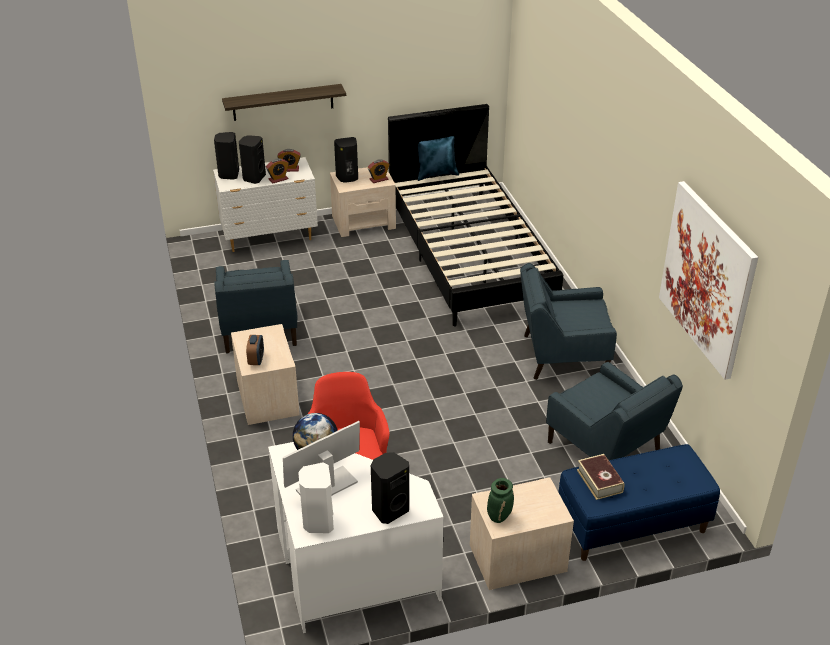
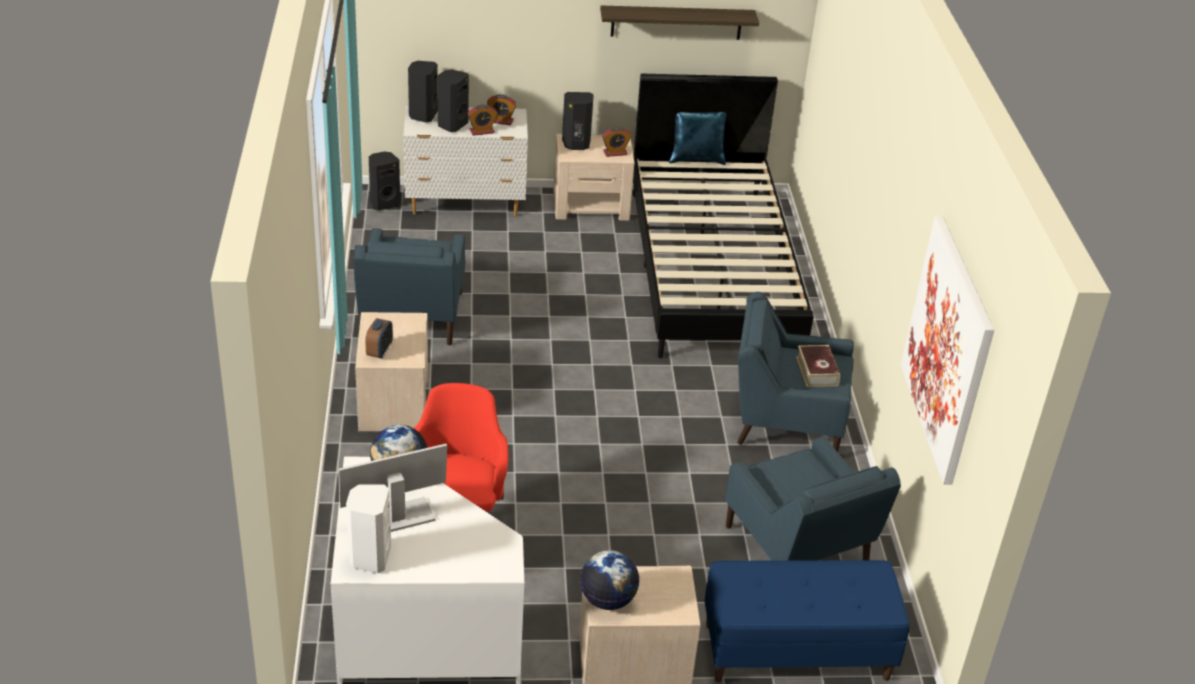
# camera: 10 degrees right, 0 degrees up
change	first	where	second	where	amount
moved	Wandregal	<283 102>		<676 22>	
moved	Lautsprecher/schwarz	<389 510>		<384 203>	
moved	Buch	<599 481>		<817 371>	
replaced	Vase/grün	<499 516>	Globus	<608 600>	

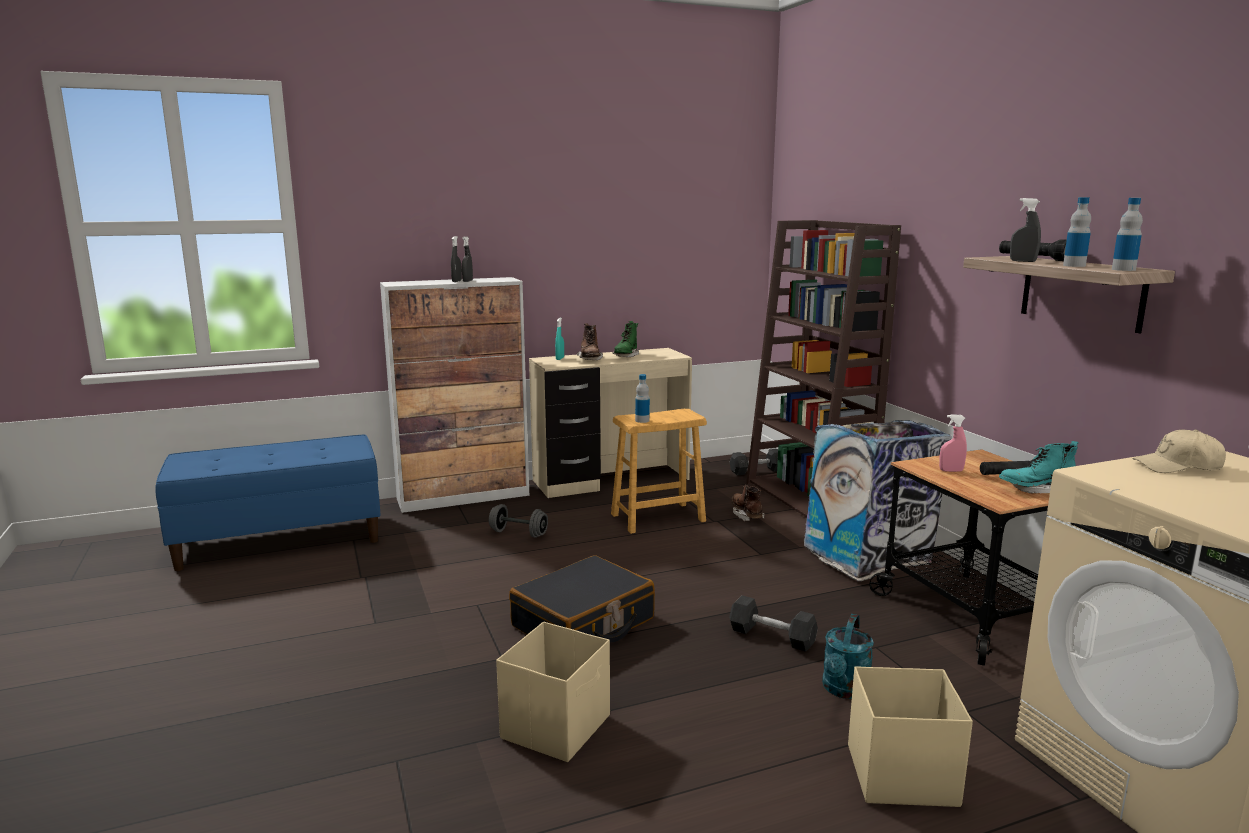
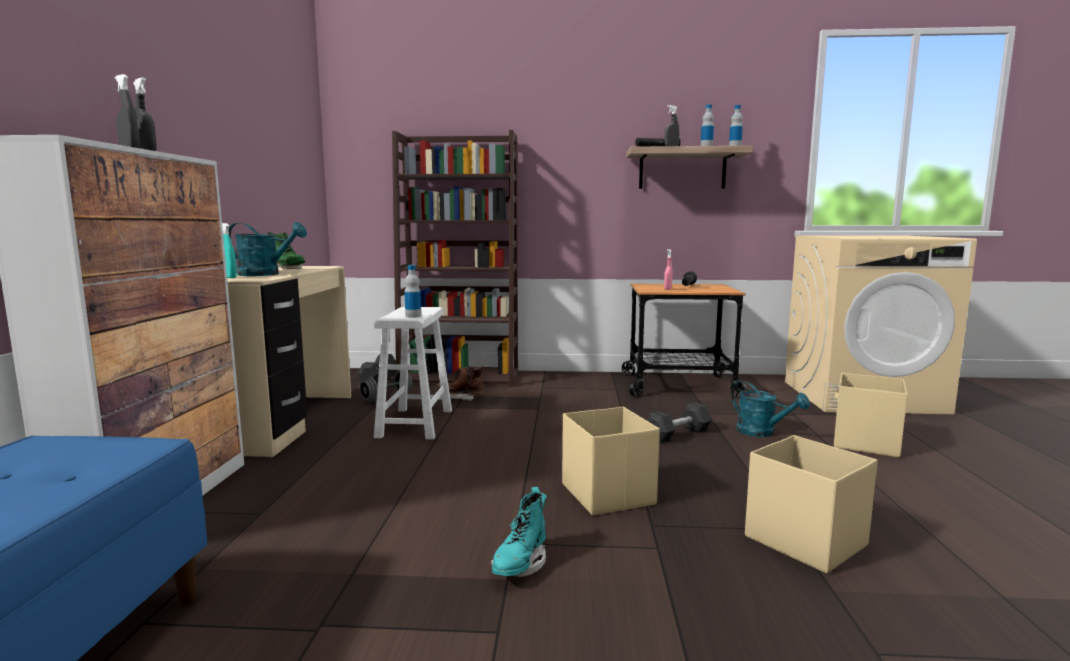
# camera: 65 degrees left, 5 degrees down
change	first	where	second	where	amount
replaced	Stiefel/braun	<590 359>	Gießkanne/türkis	<266 274>	
recoloured	Hocker/braun	<658 518>	Hocker/weiß	<415 423>	
removed	Mülleimer	<868 557>			
removed	Kappe/beige	<1178 466>			
moved	Stiefel/türkis	<1035 490>		<520 565>	
moved	Hantel/grau	<518 533>		<387 397>	
replaced	Koffer/schwarz	<583 623>	Aufbewahrungsbox/beige	<607 493>	

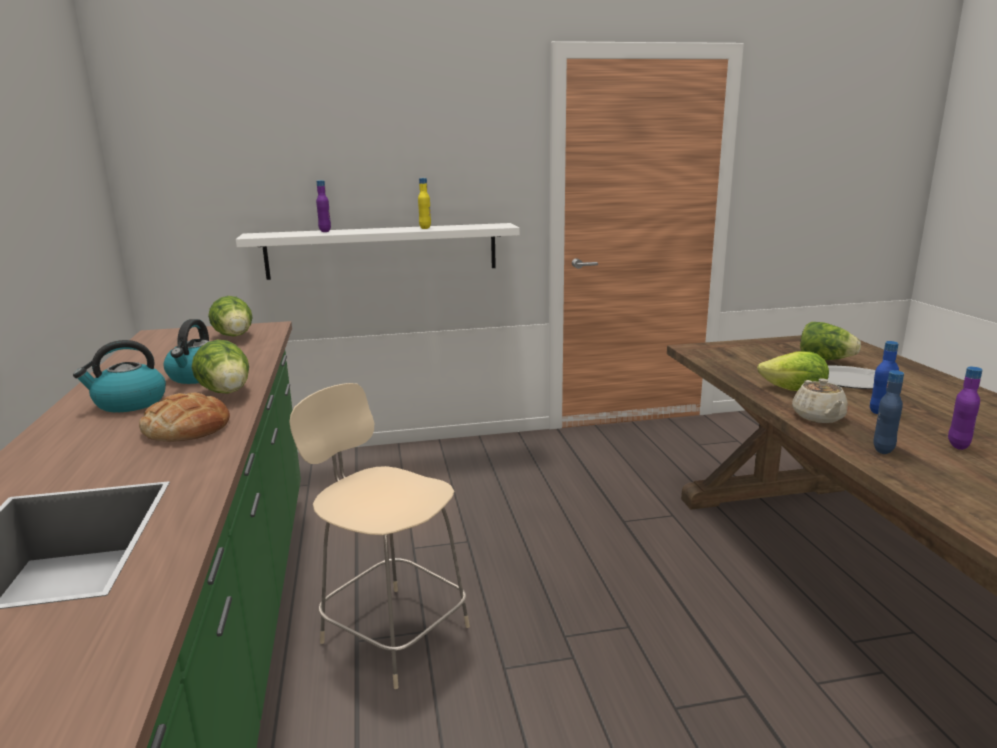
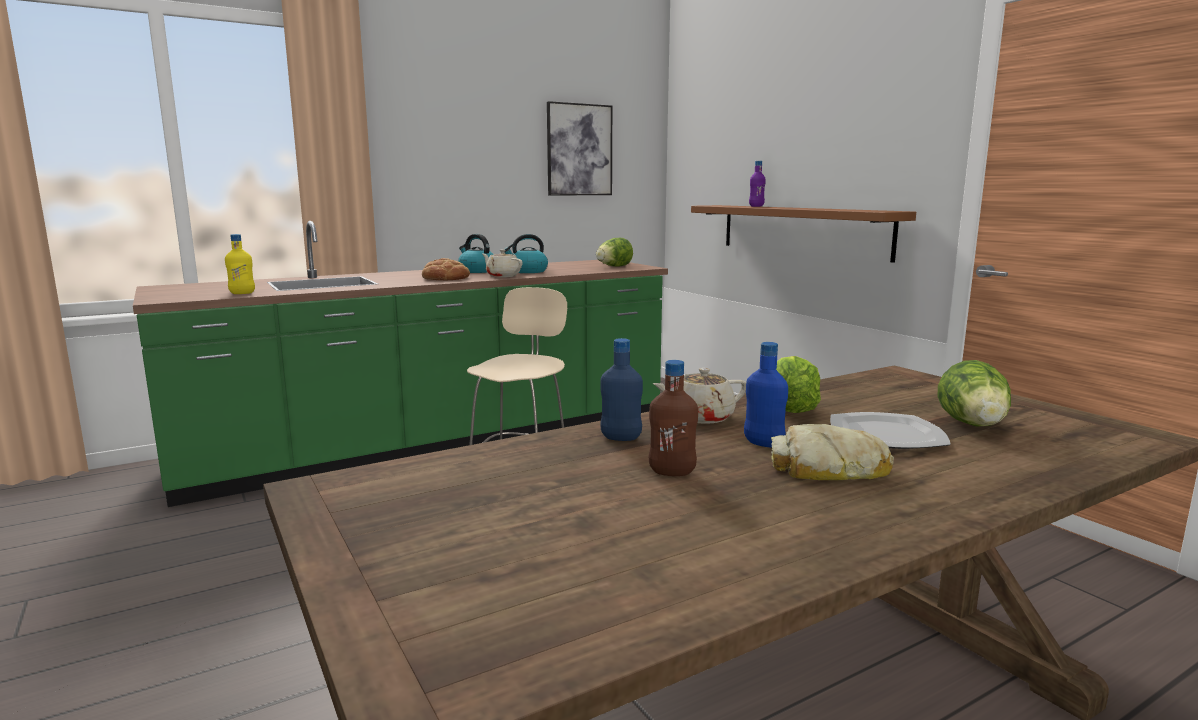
# camera: 70 degrees right, 5 degrees down
change	first	where	second	where	amount
moved	Flasche/gelb	<425 228>		<242 293>	
recoloured	Wandregal/weiß	<382 251>	Wandregal/braun	<801 230>	
replaced	Salatkopf	<227 393>	Teekanne/beige	<502 276>	
recoloured	Flasche/lila	<958 445>	Flasche/braun	<672 472>	
added			Bild	<579 150>	
added			Brot	<828 469>	

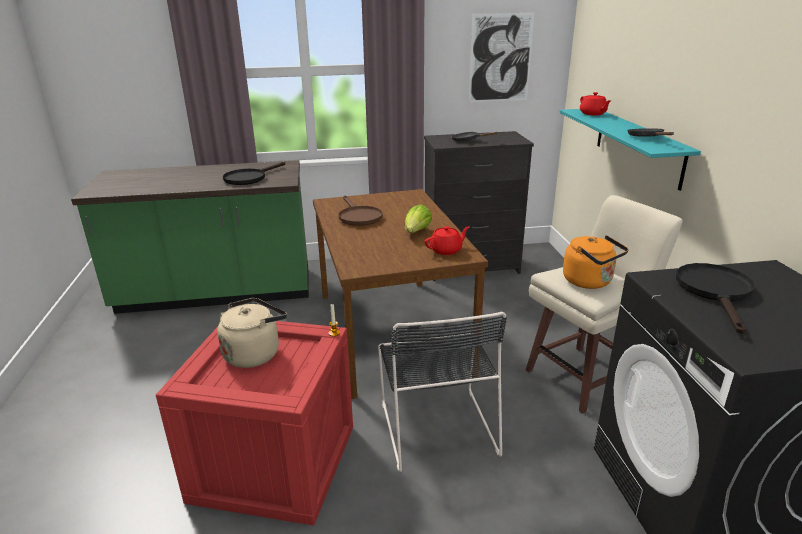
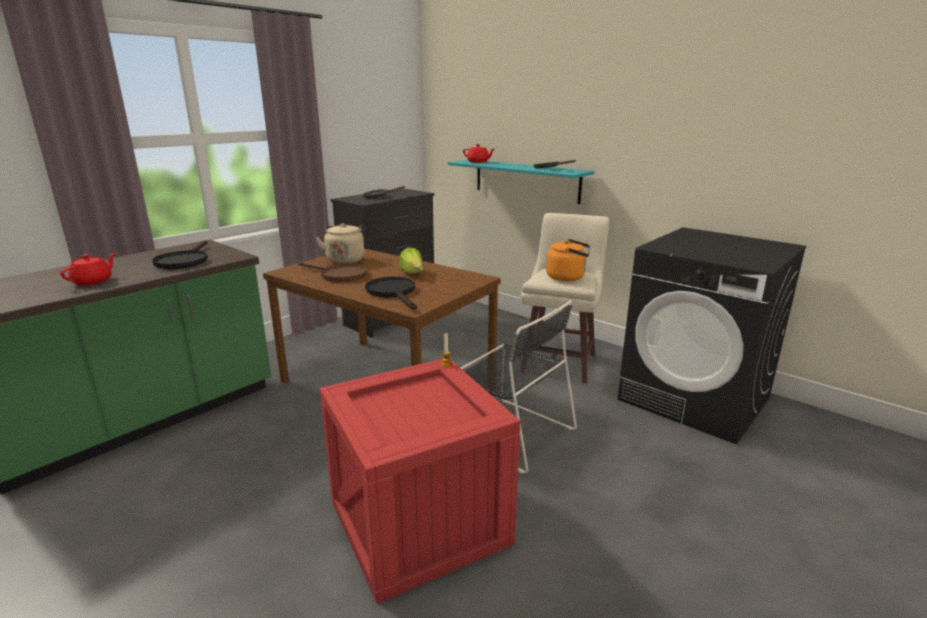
# camera: 40 degrees left, 5 degrees down
change	first	where	second	where	amount
removed	Bild	<500 58>			
moved	Teekanne/rot	<446 250>		<93 281>	
moved	Pfanne/schwarz	<716 292>		<393 293>	
moved	Wasserkessel/beige	<254 353>		<345 259>	

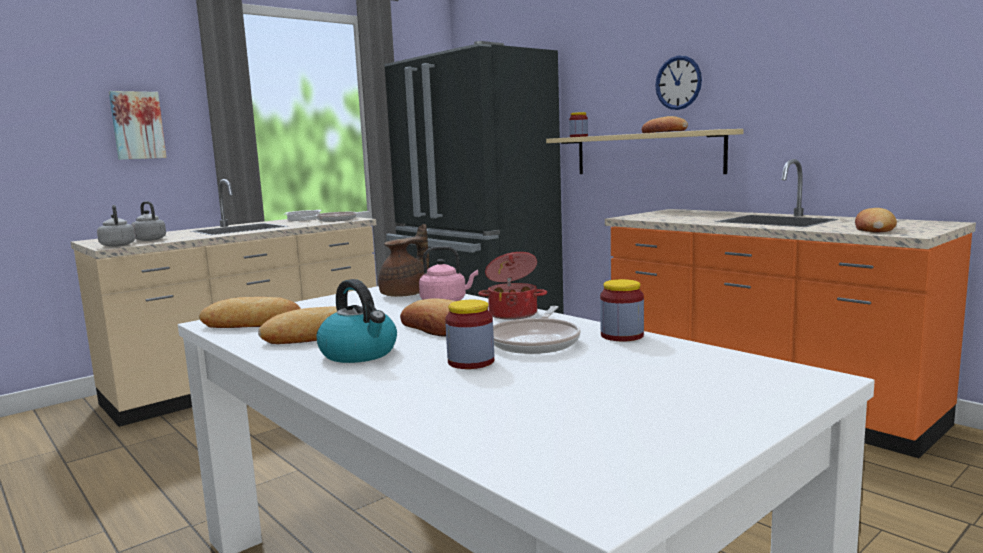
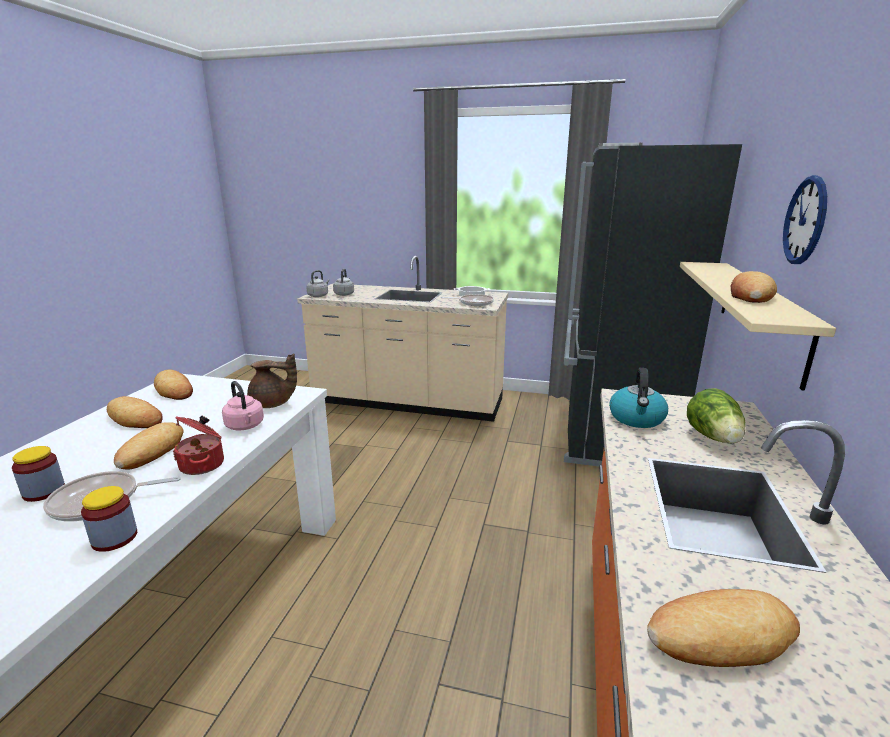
# camera: 55 degrees right, 10 degrees up
change	first	where	second	where	amount
removed	Bild	<137 125>			
removed	Vorratsglas	<578 136>			
moved	Wasserkessel	<360 353>		<637 419>	
added			Salatkopf	<714 438>	

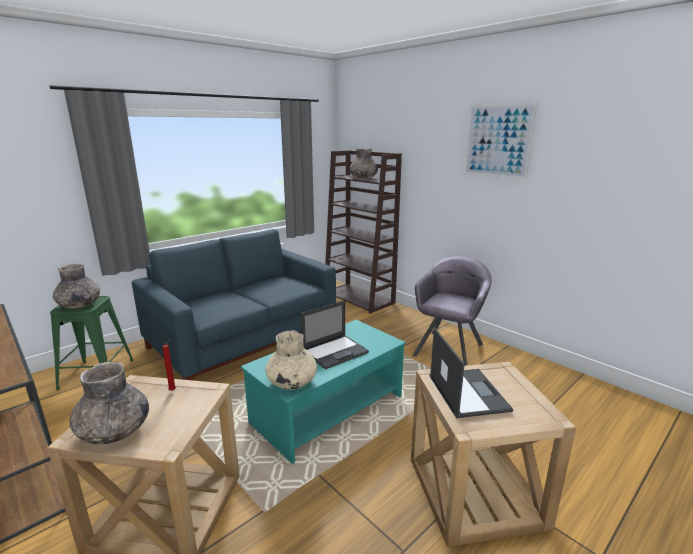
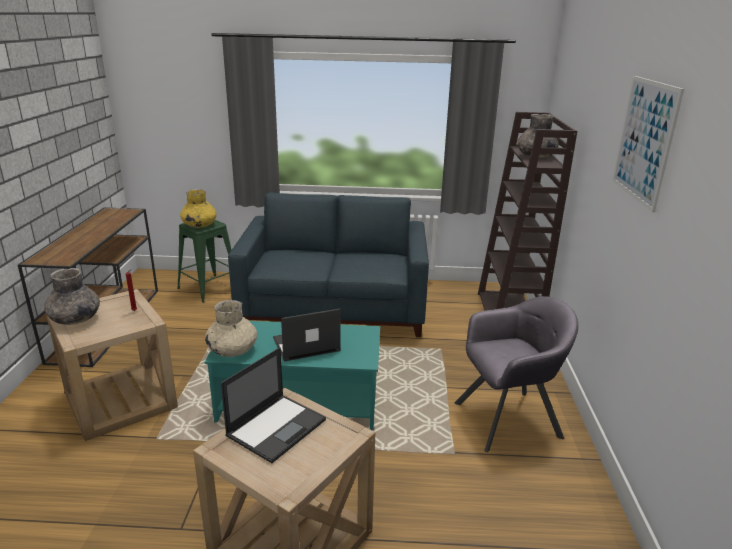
# camera: 45 degrees right, 5 degrees up
change	first	where	second	where	amount
recoloured	Vase/grau	<79 305>	Vase/gelb	<199 225>	
turned	Laptop	<335 351>		<305 345>	150 degrees clockwise

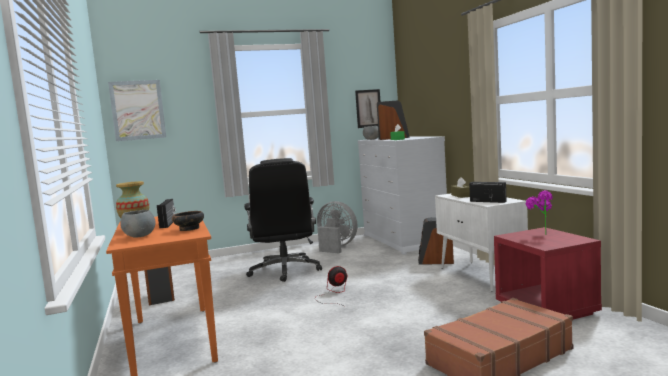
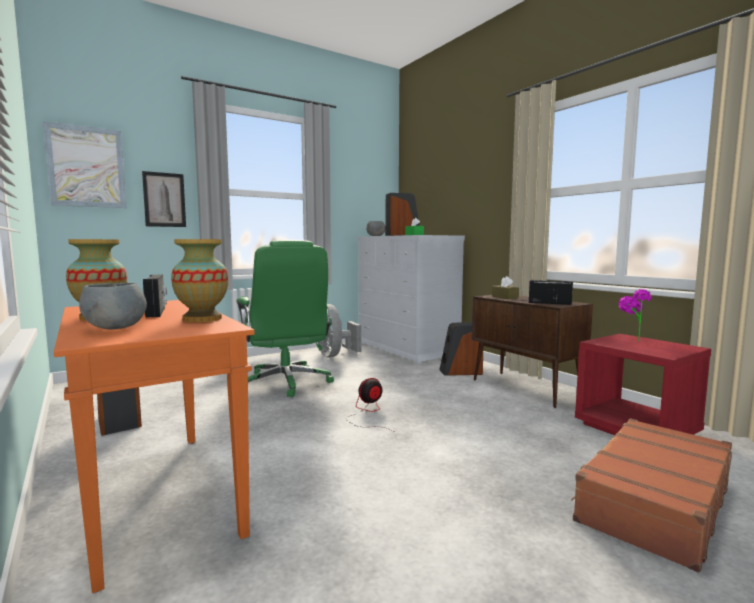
# camera: 15 degrees left, 0 degrees up
change	first	where	second	where	amount
moved	Bild	<368 108>		<164 200>	
recoloured	Bürostuhl/schwarz	<285 271>	Bürostuhl/grün	<286 383>	
recoloured	Schrank/weiß	<481 276>	Schrank/braun	<526 389>	
turned	Ventilator/grau	<336 247>		<334 355>	135 degrees counterclockwise
replaced	Schüssel	<189 229>	Vase	<202 319>	

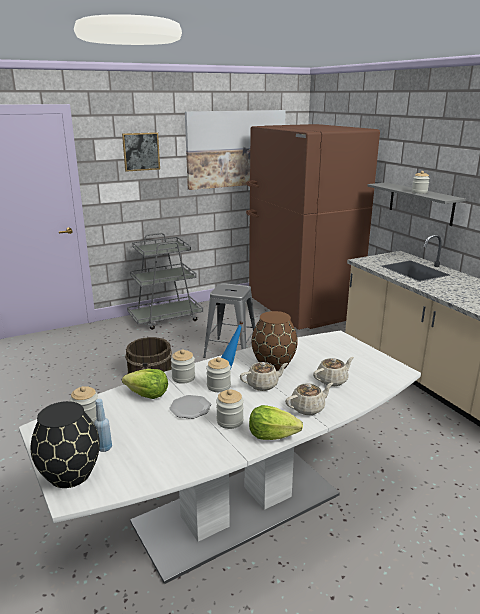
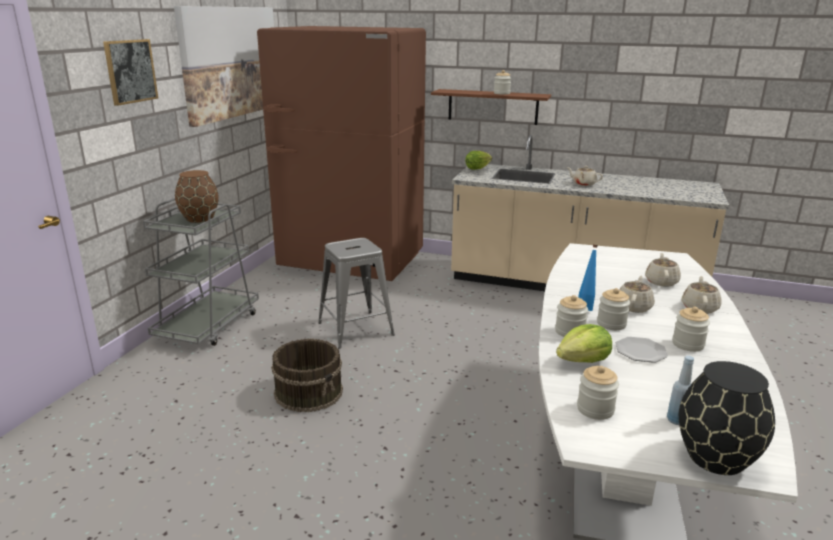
# camera: 45 degrees left, 0 degrees up
change	first	where	second	where	amount
recoloured	Wandregal/grau	<420 203>	Wandregal/braun	<492 106>	
moved	Vase/braun	<274 364>		<200 218>	
moved	Salatkopf	<272 435>		<477 168>	
added			Teekanne/beige	<583 184>	

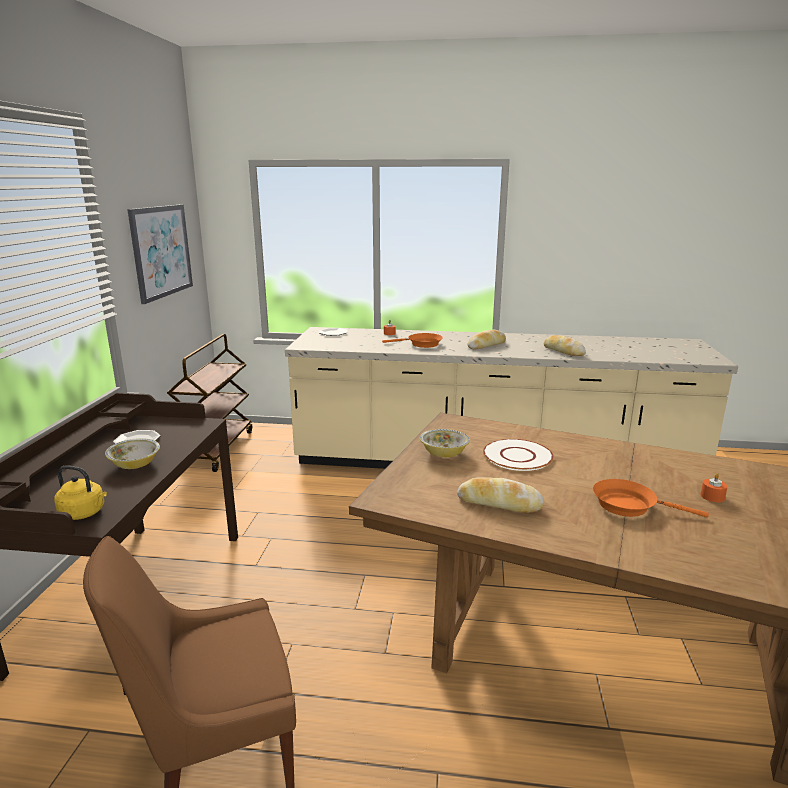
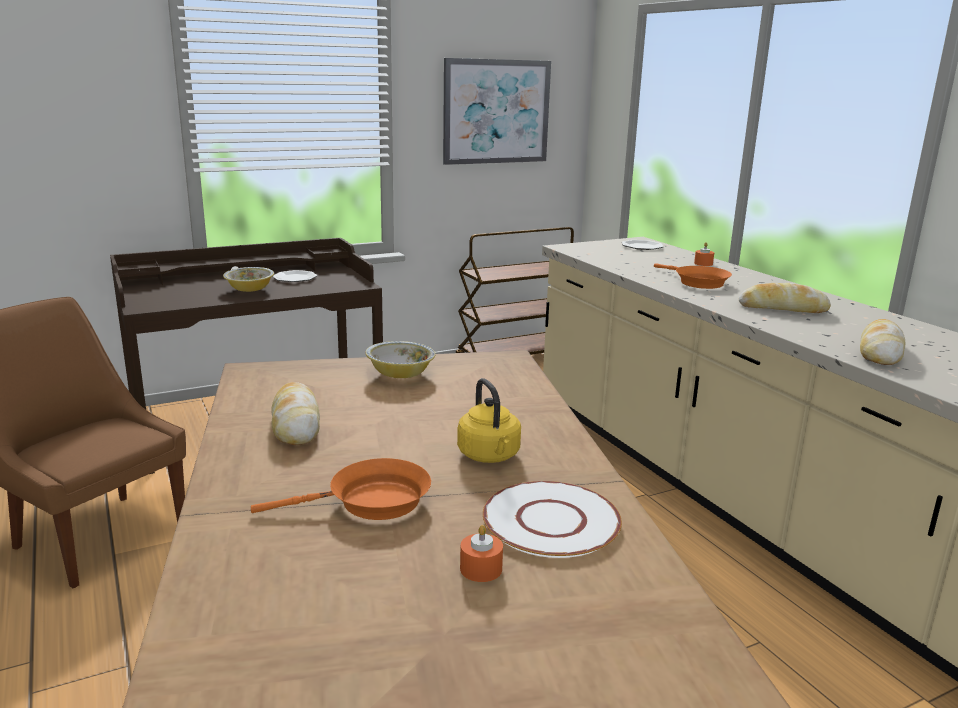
# camera: 55 degrees right, 0 degrees up
change	first	where	second	where	amount
moved	Teller/weiß	<517 456>		<550 521>	
moved	Wasserkessel/gelb	<84 513>		<490 456>	
turned	Pfanne/orange	<629 505>		<371 502>	90 degrees clockwise

